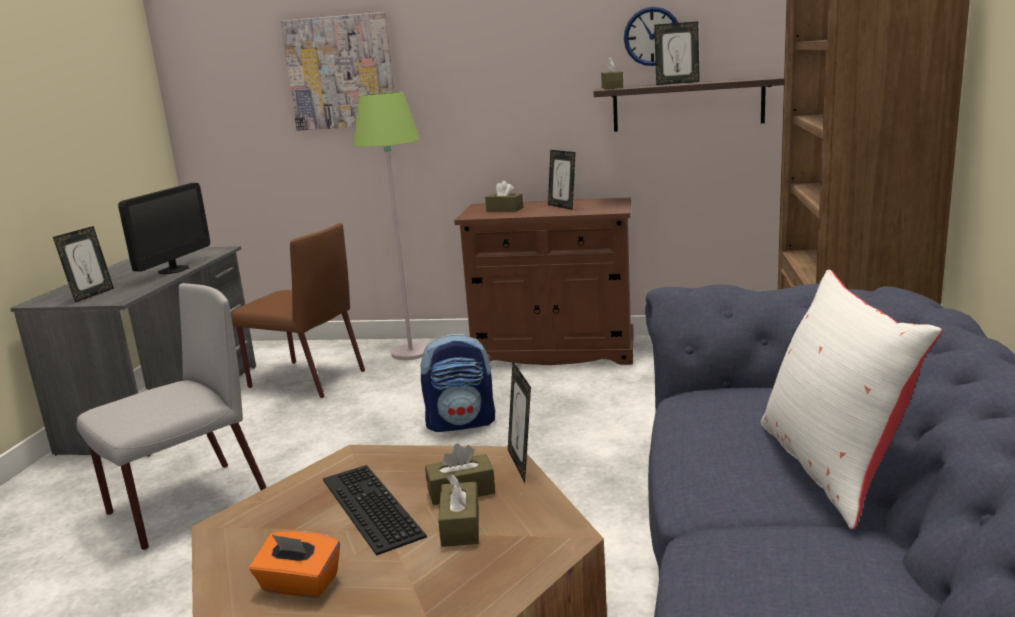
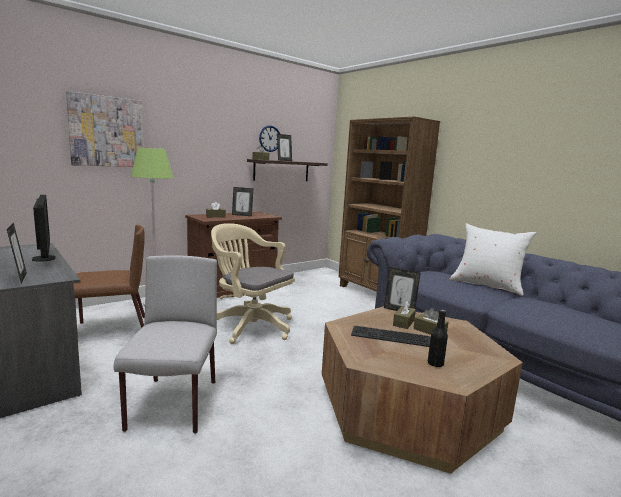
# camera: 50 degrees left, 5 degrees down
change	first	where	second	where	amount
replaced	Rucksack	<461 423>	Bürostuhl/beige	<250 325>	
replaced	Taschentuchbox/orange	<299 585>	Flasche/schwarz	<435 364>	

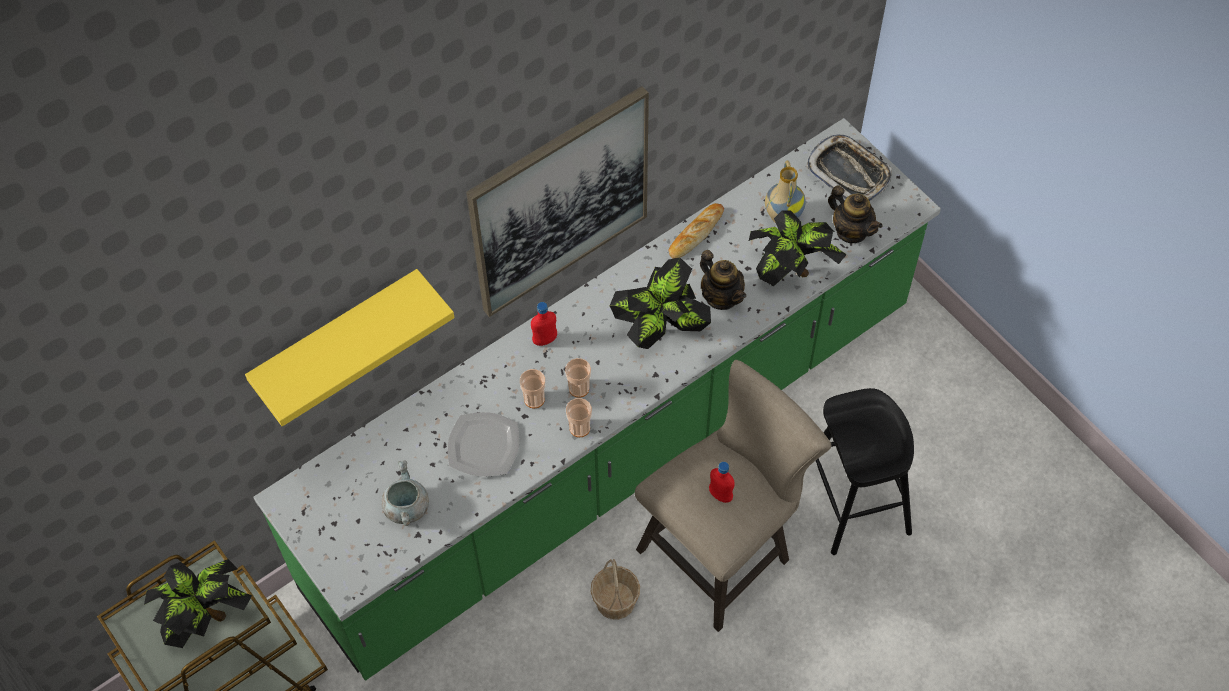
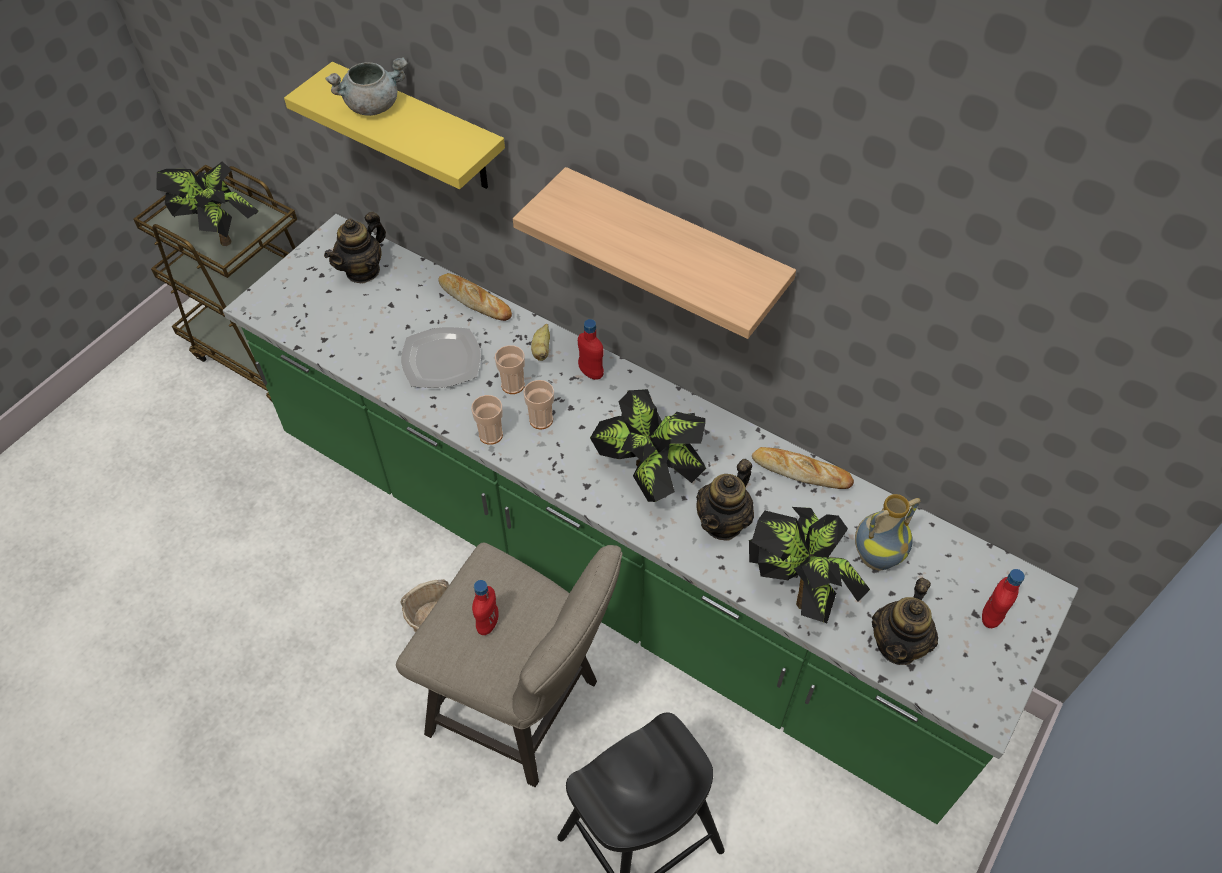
# camera: 70 degrees right, 5 degrees down
change	first	where	second	where	amount
replaced	Bild	<559 201>	Wandregal	<674 246>	
replaced	Tablett	<848 172>	Flasche/rot	<991 616>	
moved	Kochtopf/grau	<406 507>		<373 105>	
added			Teekanne	<363 270>	
added			Brot	<475 300>	
added			Banane	<541 350>	

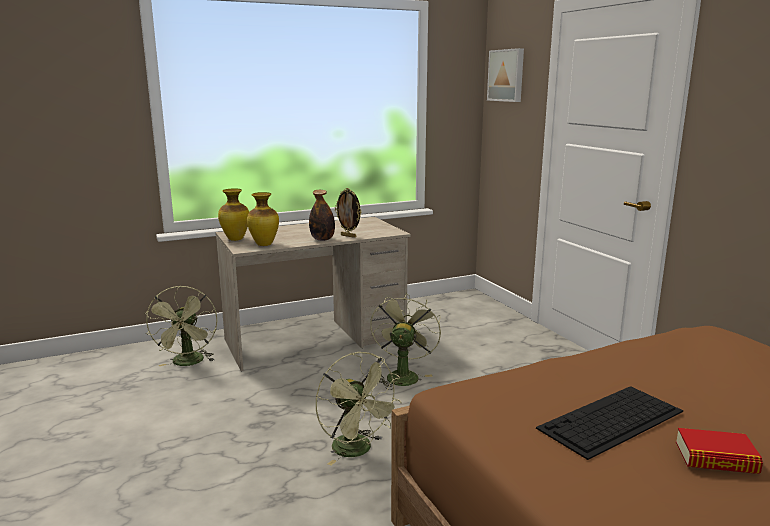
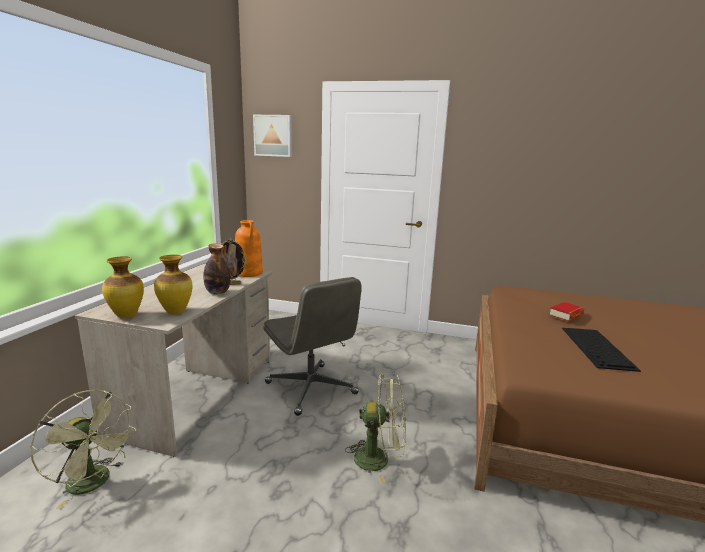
# camera: 50 degrees left, 0 degrees up
change	first	where	second	where	amount
replaced	Ventilator/grün	<402 375>	Bürostuhl/grau	<311 389>	
moved	Buch	<716 458>		<565 315>	
added			Vase/orange	<249 273>	

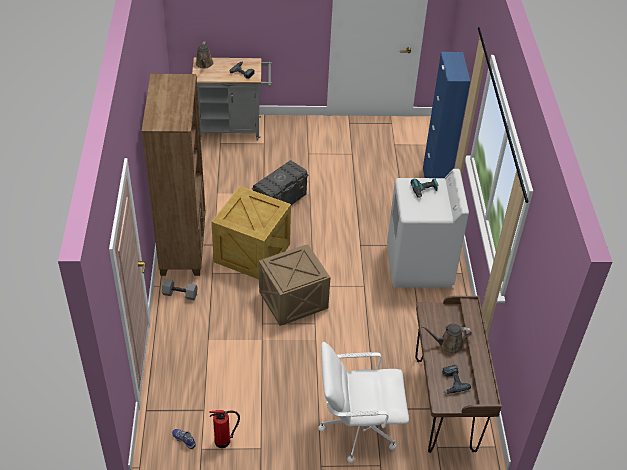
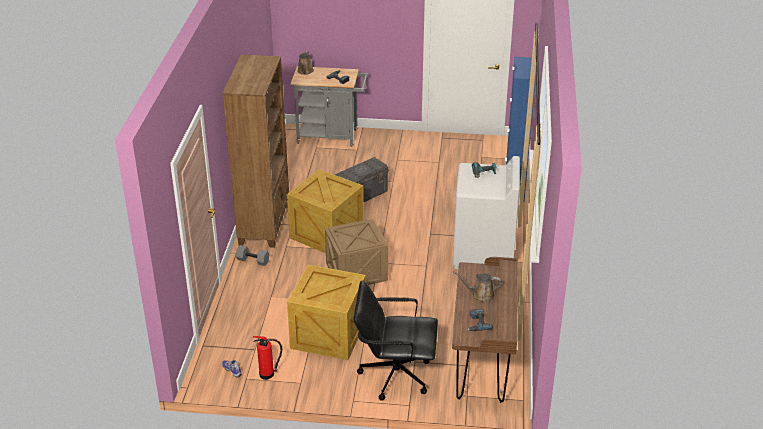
# camera: 10 degrees right, 10 degrees down
change	first	where	second	where	amount
recoloured	Bürostuhl/weiß	<358 428>	Bürostuhl/schwarz	<395 374>	
added			Kiste	<327 335>	

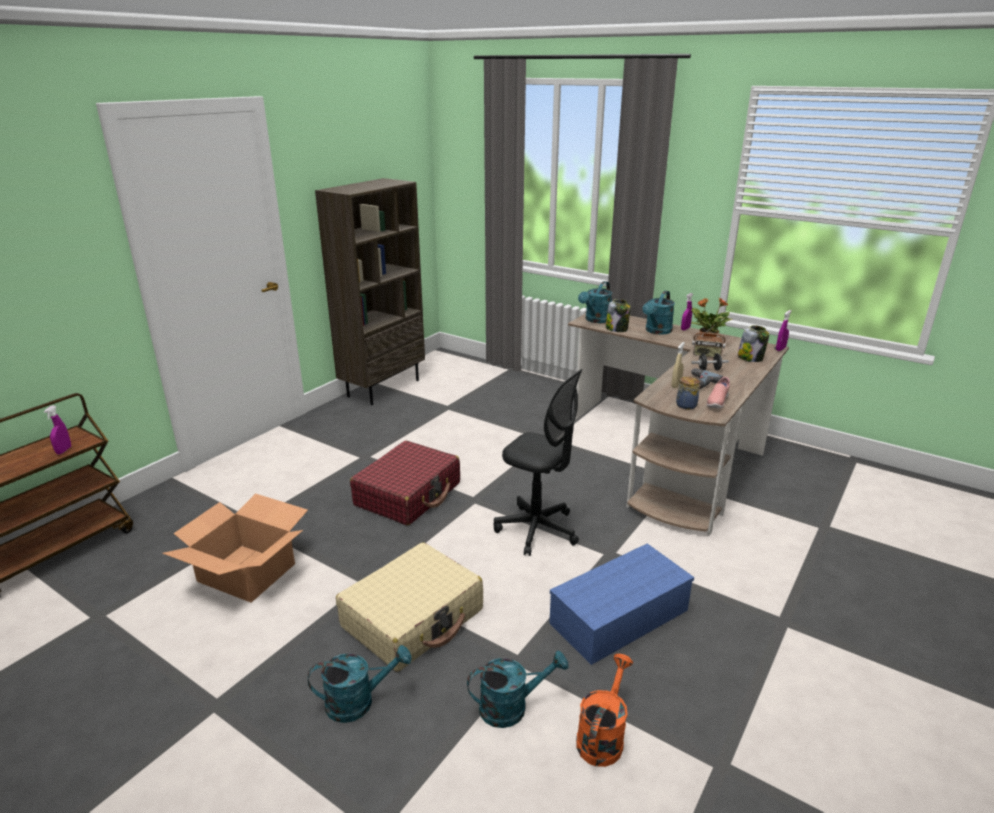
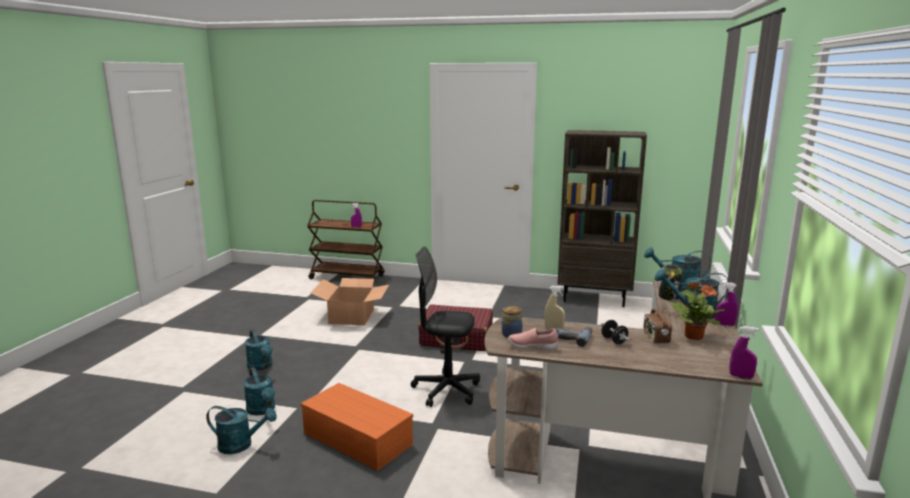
# camera: 70 degrees right, 10 degrees down
change	first	where	second	where	amount
removed	Vorratsglas	<750 358>			
turned	Bürostuhl/schwarz	<537 530>		<446 390>	90 degrees clockwise
removed	Koffer/beige	<413 618>			
recoloured	Aufbewahrungsbox/blau	<619 615>	Aufbewahrungsbox/orange	<359 438>	
recoloured	Gießkanne/orange	<602 736>	Gießkanne/türkis	<241 445>	

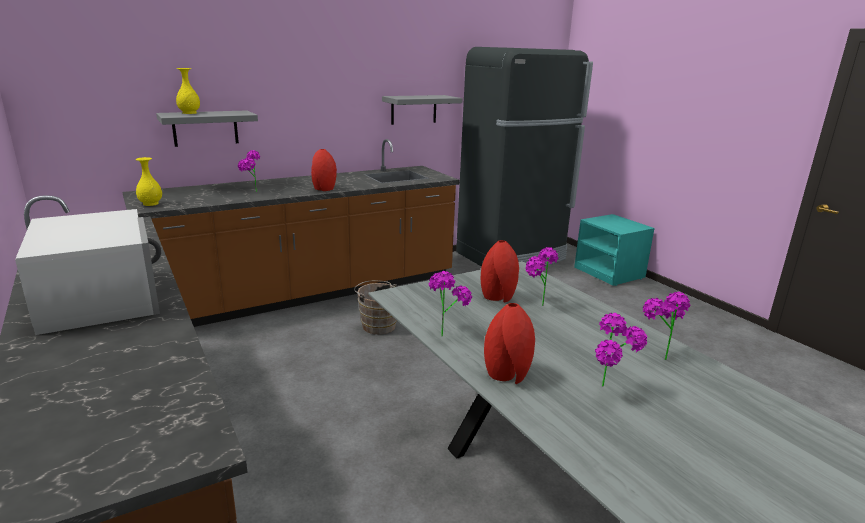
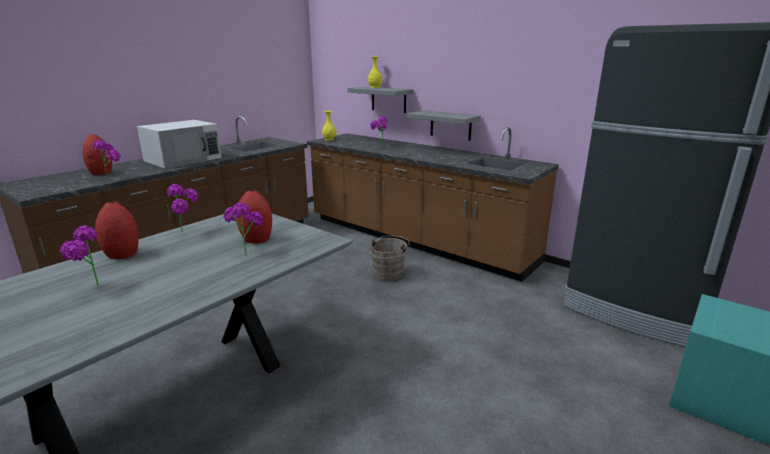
# camera: 70 degrees right, 0 degrees up
change	first	where	second	where	amount
moved	Wandregal/grau	<413 109>		<450 125>	
moved	Vase/rot	<324 189>		<100 173>	
moved	Topfpflanze	<657 355>		<113 179>	

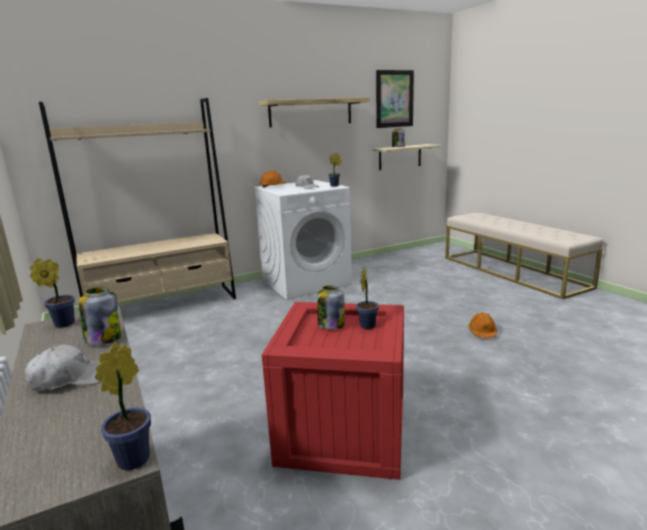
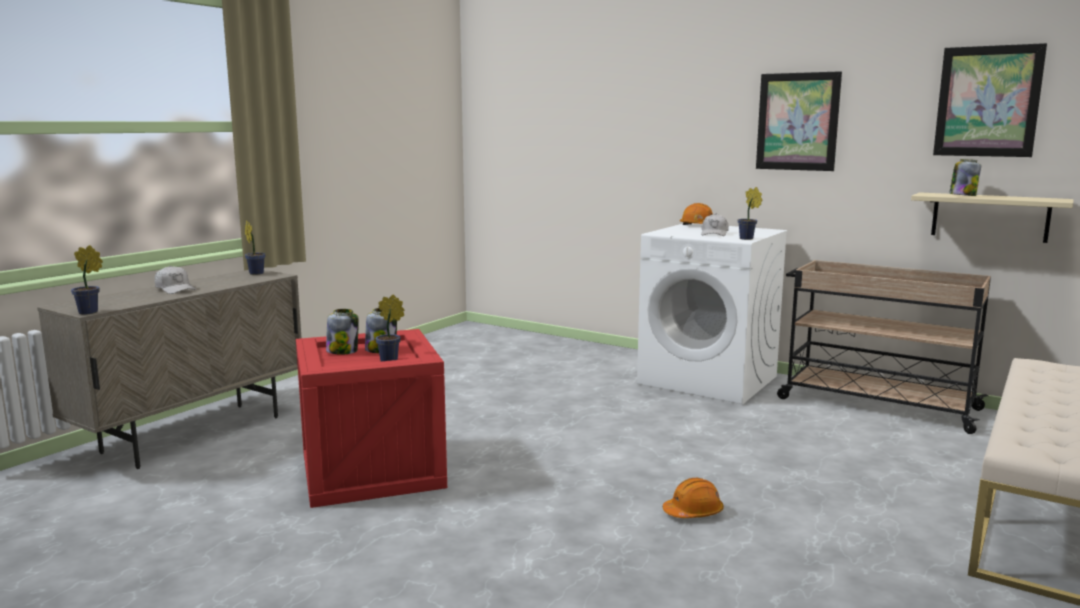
# camera: 60 degrees right, 5 degrees down
change	first	where	second	where	amount
removed	Bücherregal/beige	<163 306>			
replaced	Wandregal	<311 112>	Bild	<797 121>	
moved	Vorratsglas	<103 338>		<343 351>	
added			Rollwagen/beige	<875 404>	

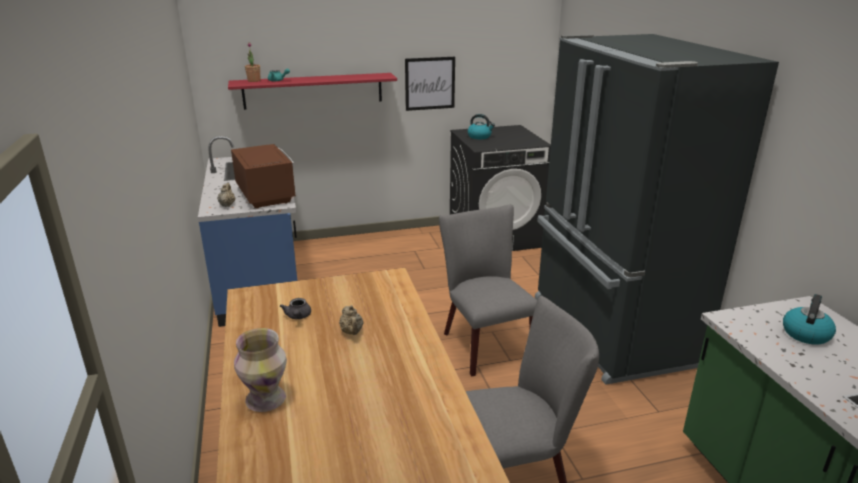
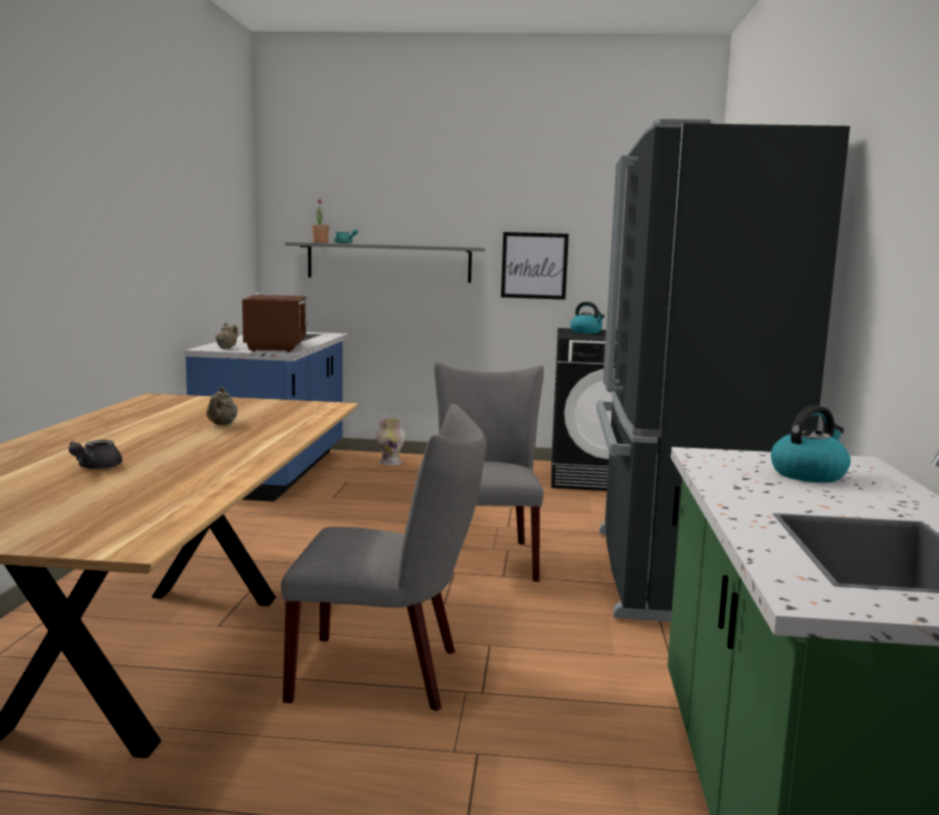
# camera: 20 degrees right, 15 degrees down
change	first	where	second	where	amount
recoloured	Wandregal/rot	<313 90>	Wandregal/grau	<389 262>	
moved	Teekanne/grau	<298 317>		<94 468>	
moved	Vase	<266 400>		<391 463>	

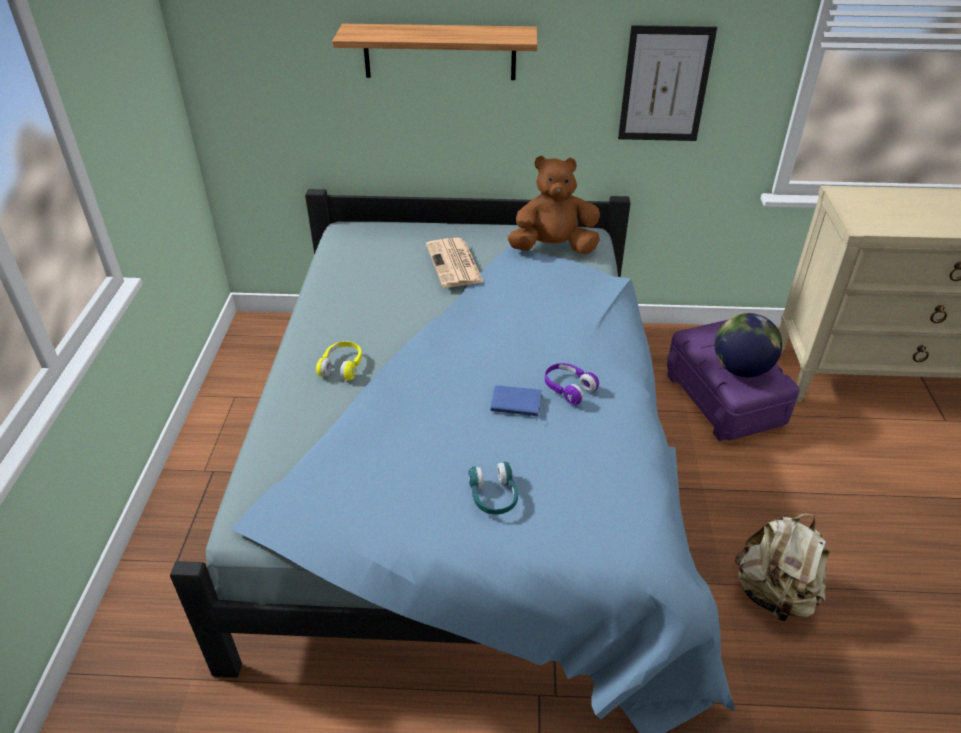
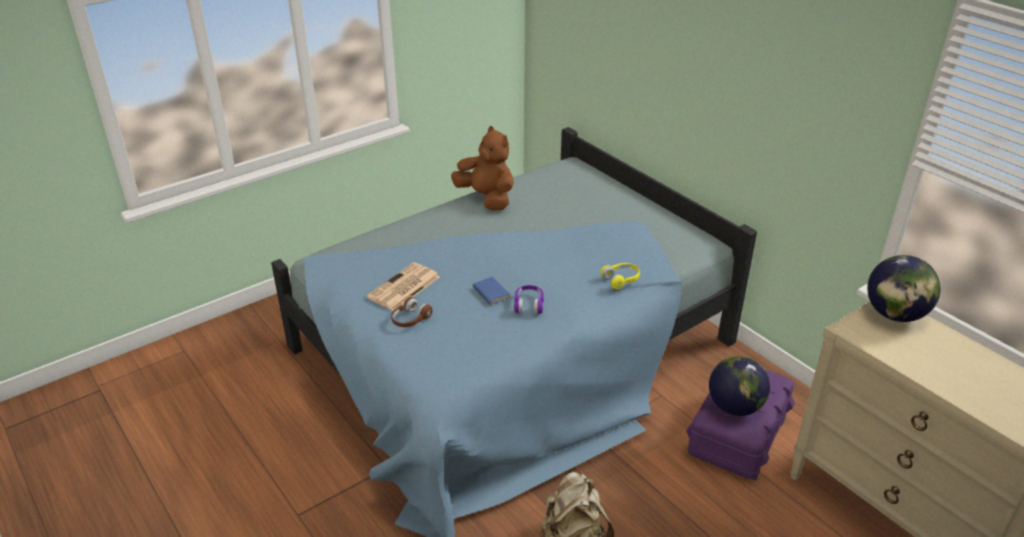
# camera: 50 degrees right, 5 degrees down
change	first	where	second	where	amount
removed	Wandregal	<439 52>			
removed	Bild	<665 85>			
moved	Plüschtier/braun	<553 248>		<486 198>	
moved	Zeitung	<455 264>		<403 288>	
moved	Kopfhörer/gelb	<342 367>		<621 280>	
recoloured	Kopfhörer/türkis	<493 497>	Kopfhörer/braun	<410 320>	
added			Globus	<894 315>	

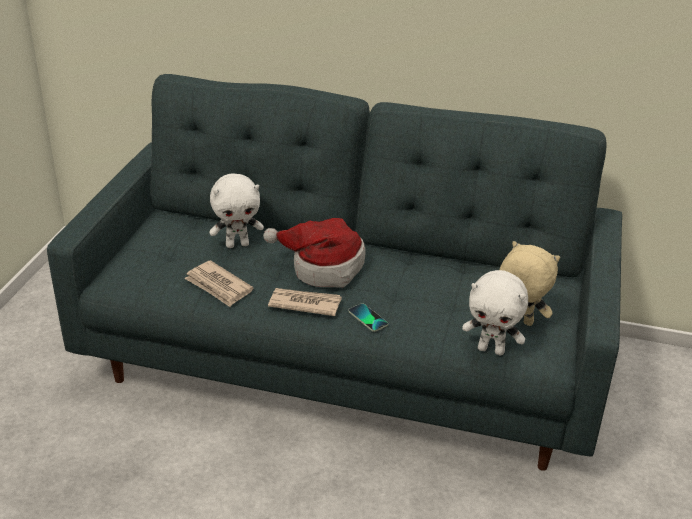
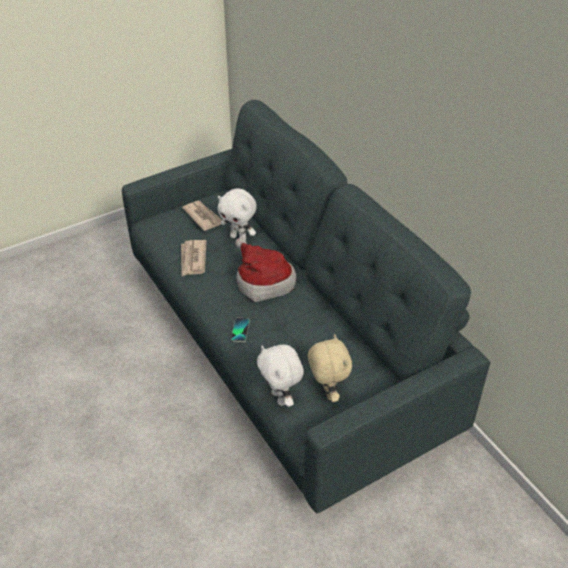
# camera: 45 degrees right, 10 degrees up
change	first	where	second	where	amount
moved	Zeitung	<304 303>		<203 216>	

